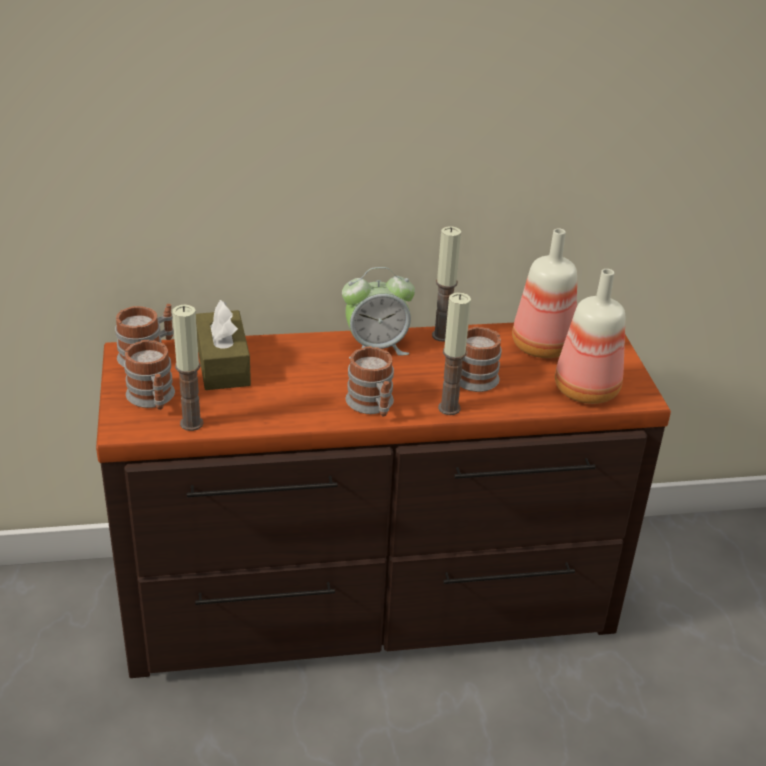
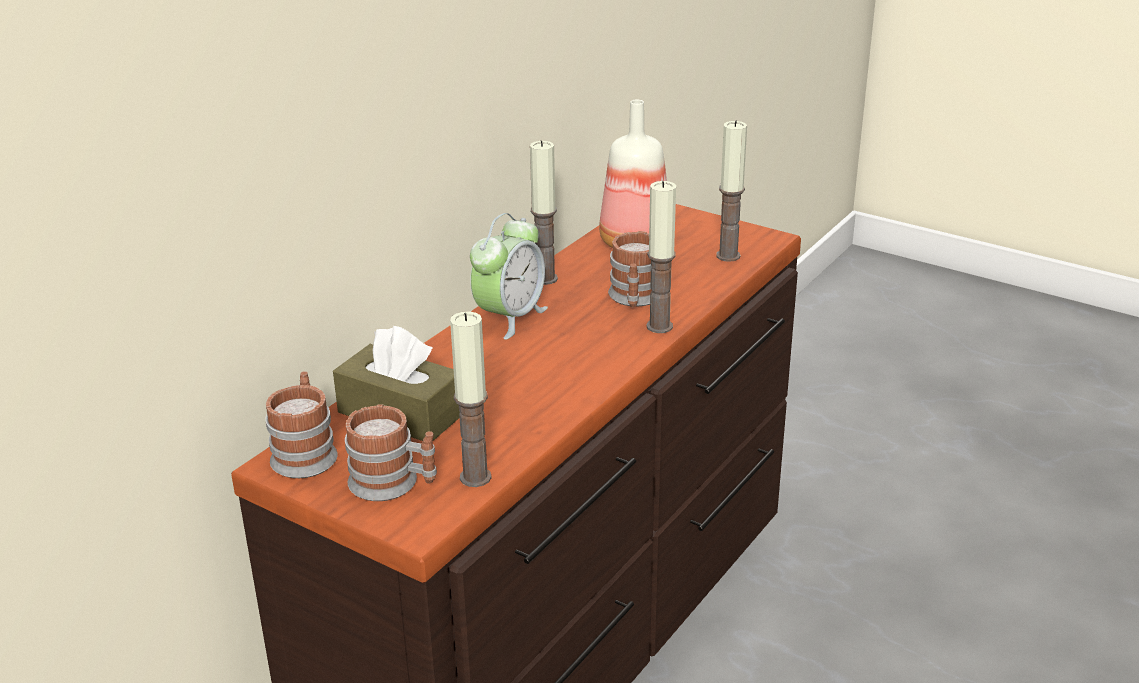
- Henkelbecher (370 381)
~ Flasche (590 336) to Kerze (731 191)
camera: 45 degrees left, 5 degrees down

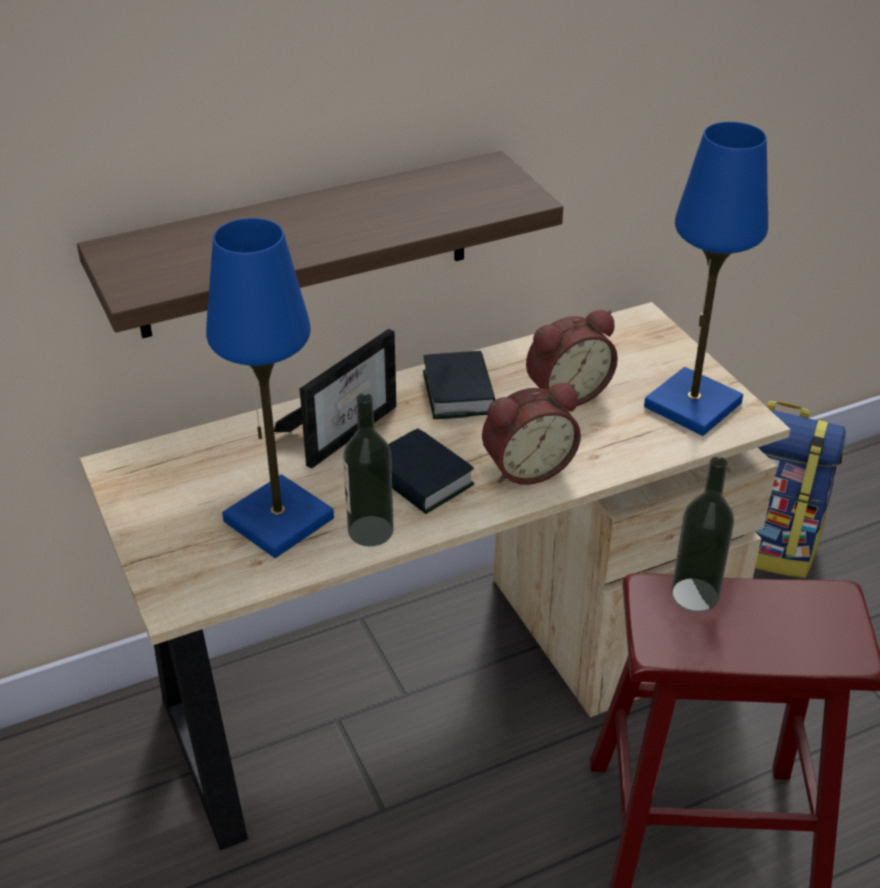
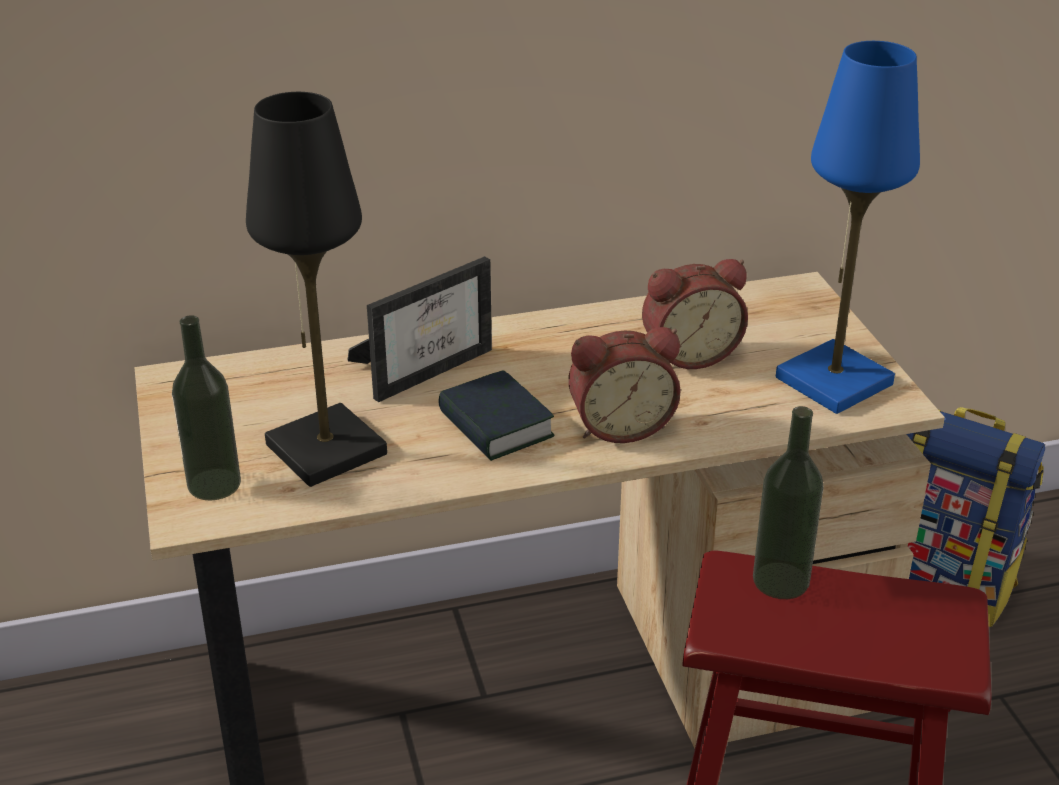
- Wandregal (320 244)
~ Tischlampe/blau (270 388) to Tischlampe/schwarz (316 289)
~ Flasche (368 469) to (206 408)
- Buch (459 385)
camera: 10 degrees right, 5 degrees down

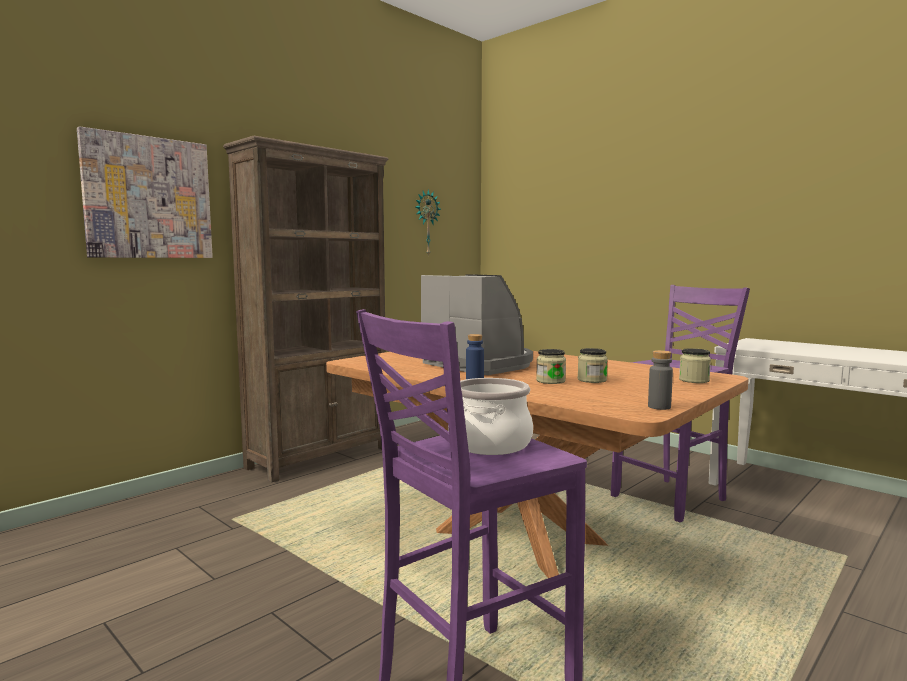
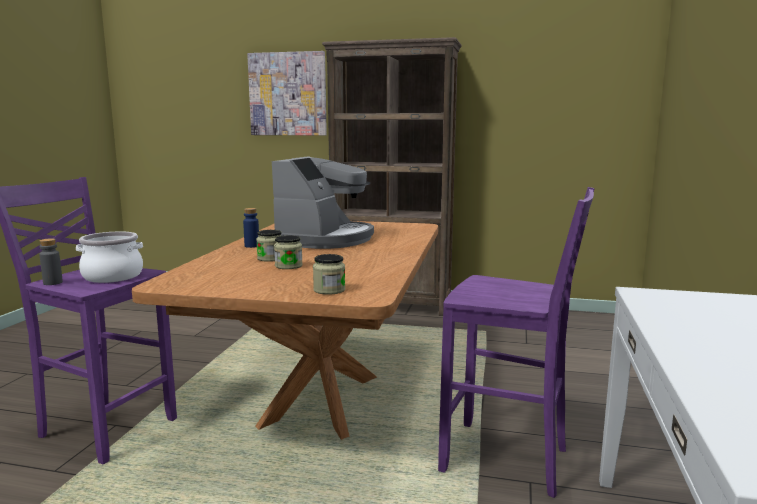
- Wanduhr (428 223)
~ Flasche/grau (660 380) to (51 261)
camera: 60 degrees right, 5 degrees up

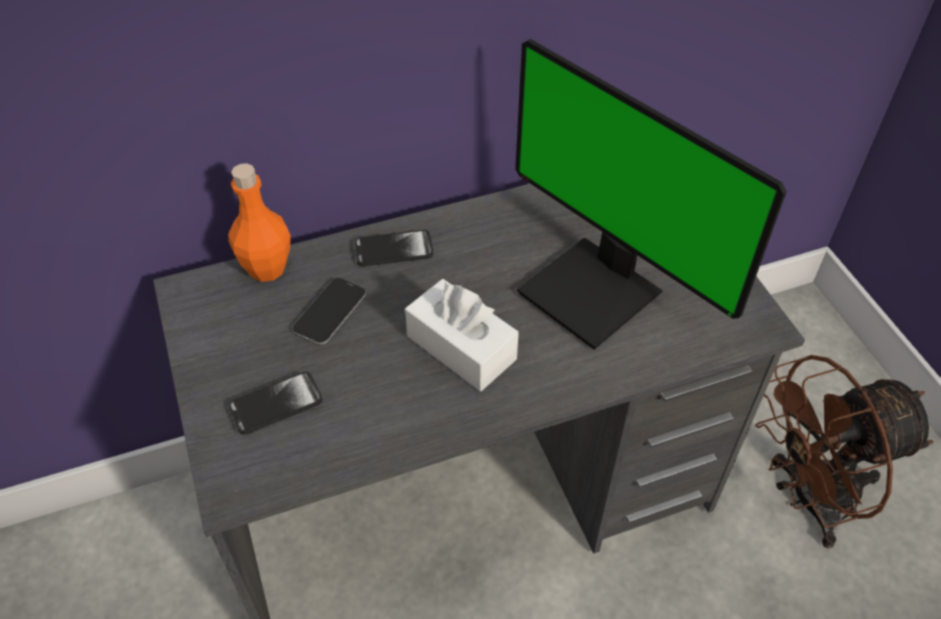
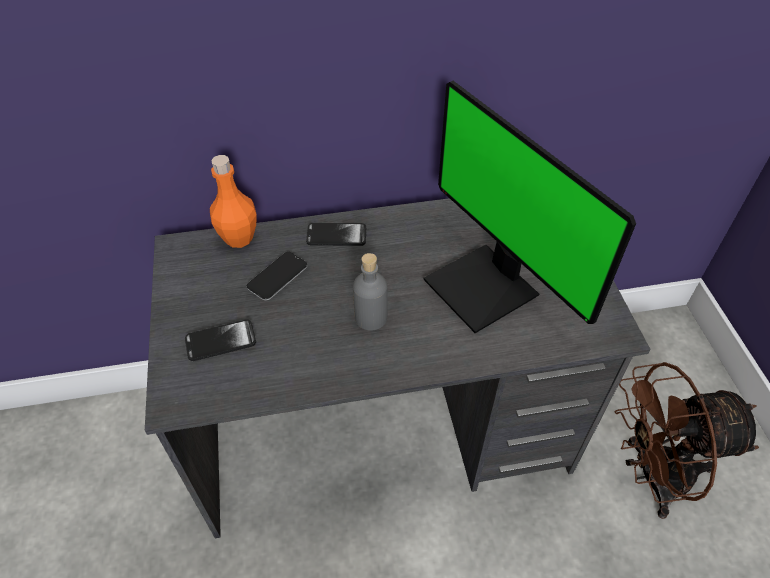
~ Taschentuchbox/weiß (462 335) to Flasche/grau (370 292)
camera: 10 degrees right, 0 degrees up

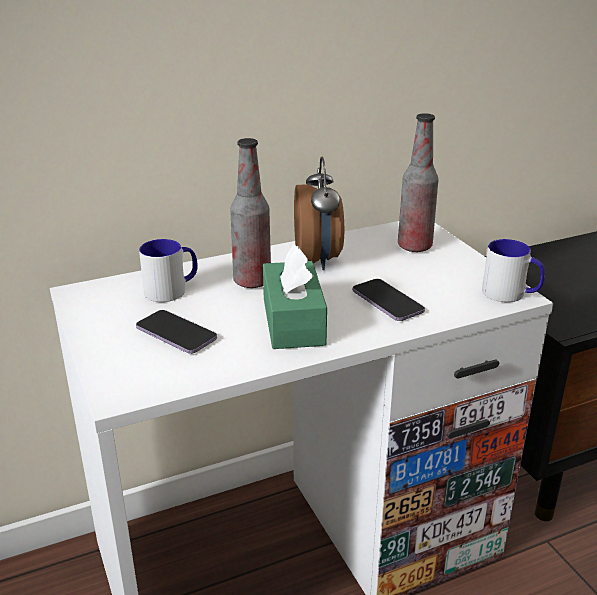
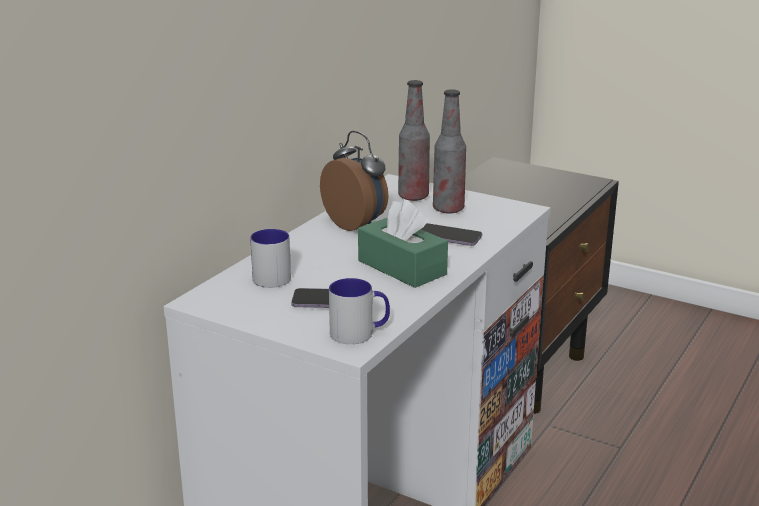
~ Flasche (250 213) to (449 151)
~ Henkelbecher (513 270) to (359 311)
camera: 35 degrees left, 5 degrees down

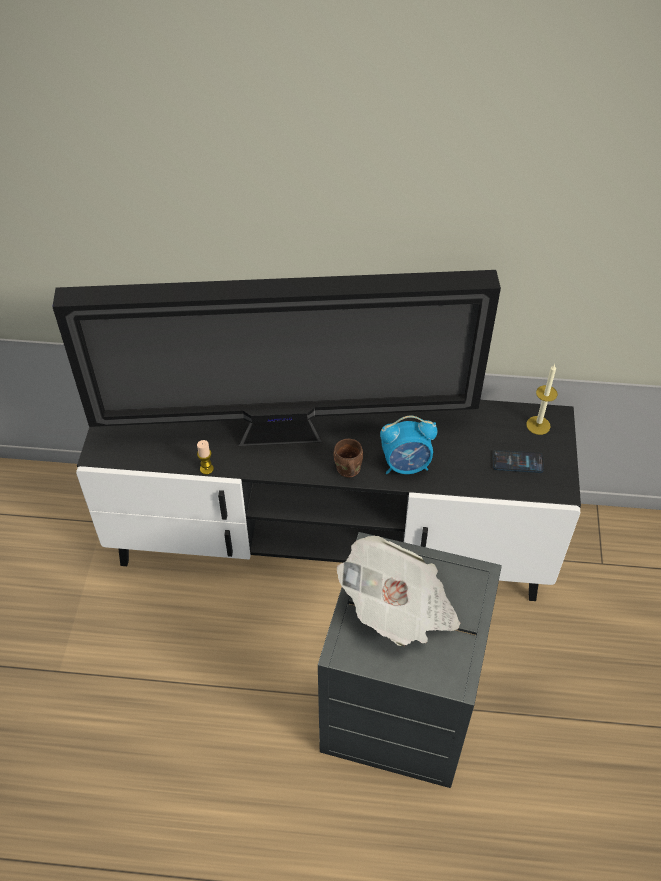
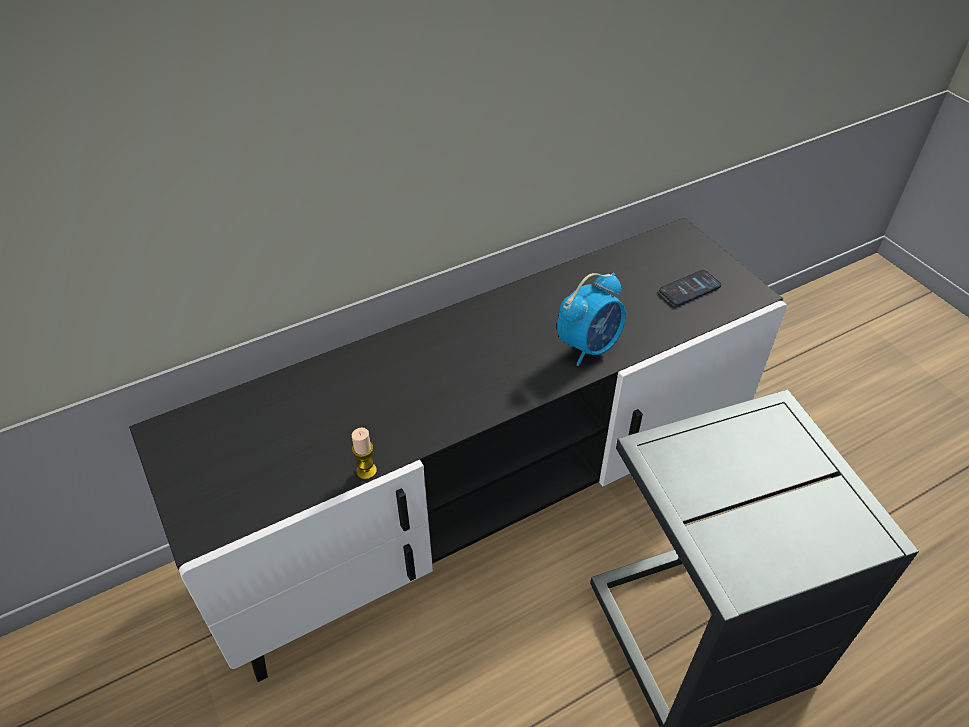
- Fernseher (276 358)
- Henkelbecher/braun (348 458)
- Zeitung (398 591)
- Kerze (542 399)
camera: 35 degrees left, 5 degrees down

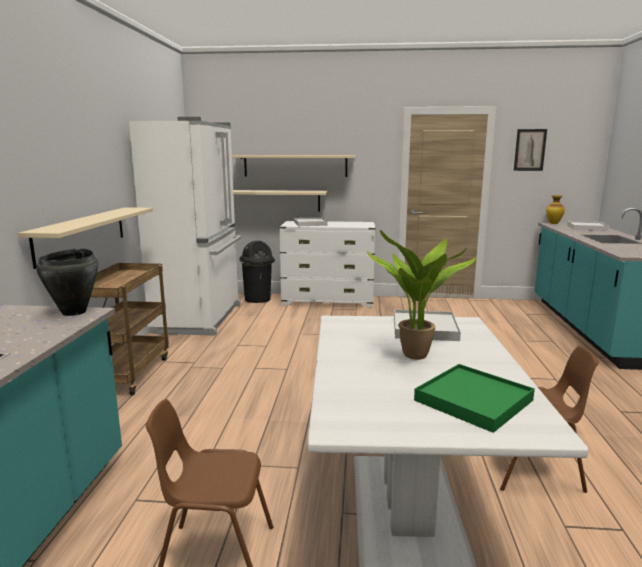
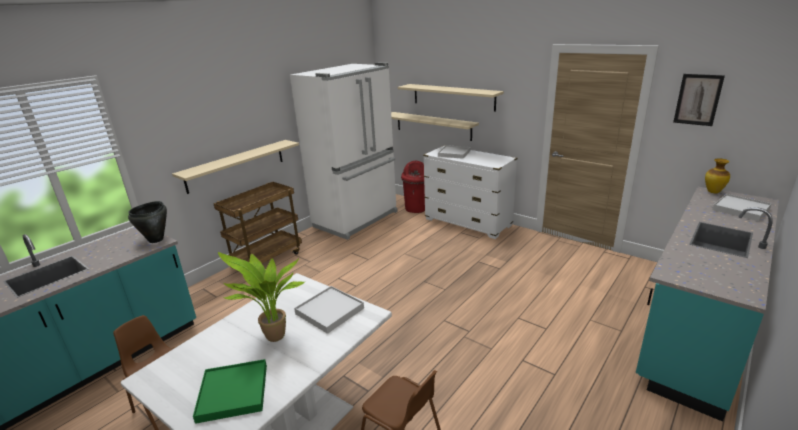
~ Mülleimer/schwarz (257 271) to Mülleimer/rot (413 187)
camera: 35 degrees right, 10 degrees up

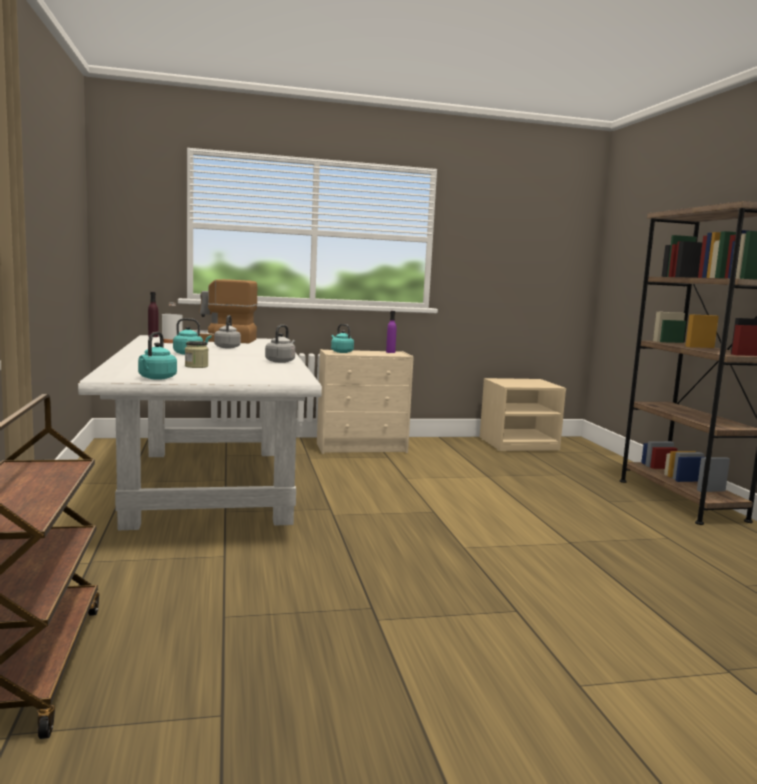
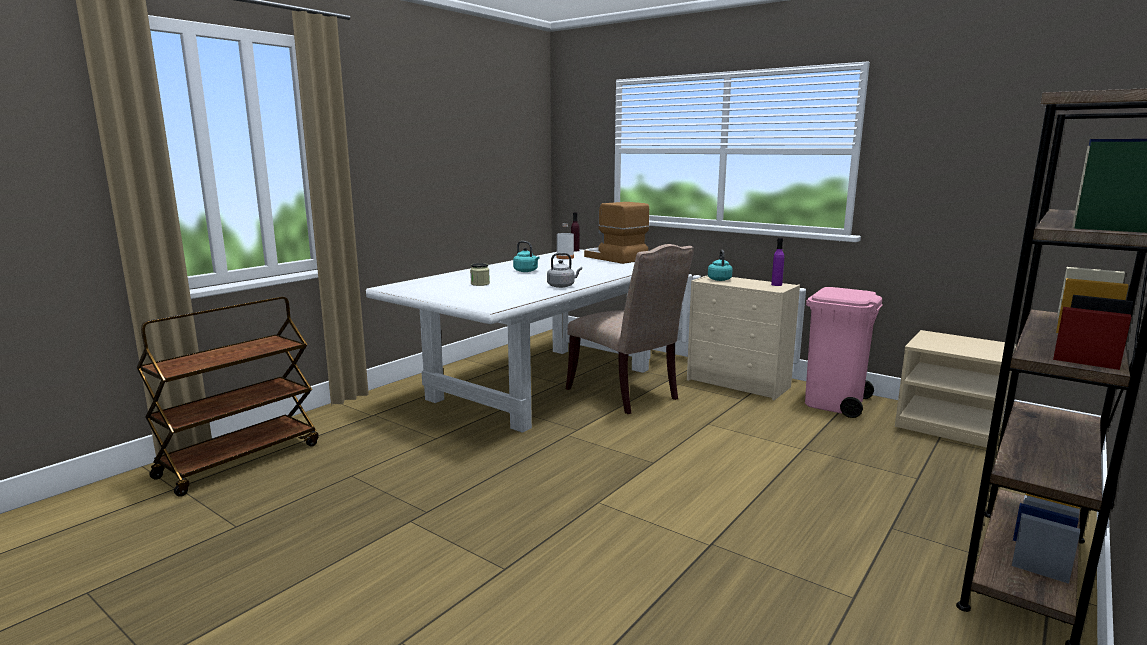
- Wasserkessel/türkis (157 356)
- Wasserkessel/grau (227 331)
+ Stuhl/beige (630 329)
+ Mülleimer/rosa (844 352)
camera: 50 degrees right, 5 degrees up

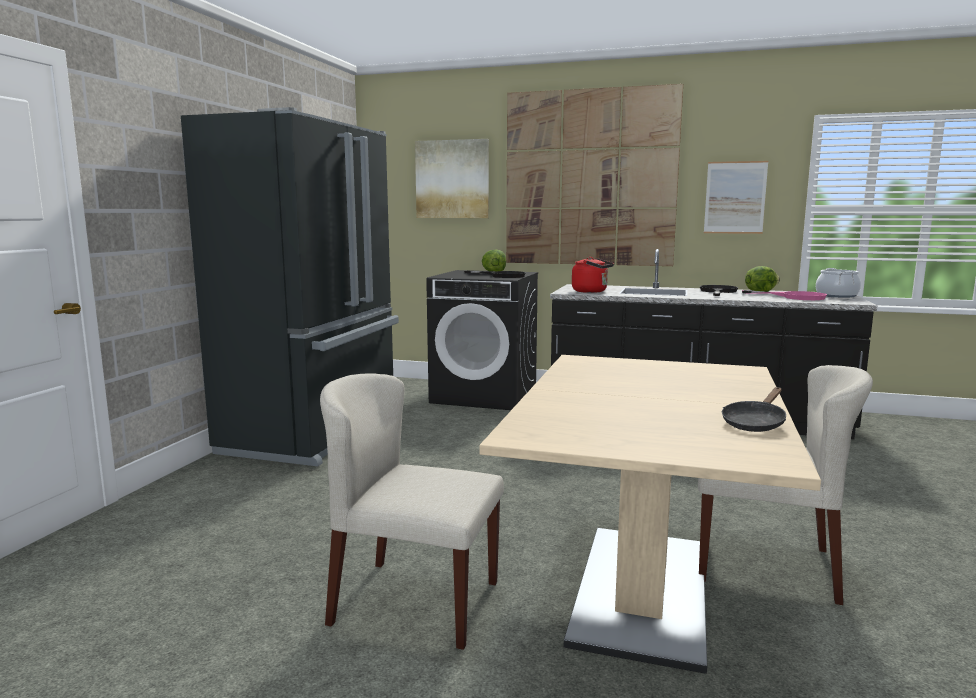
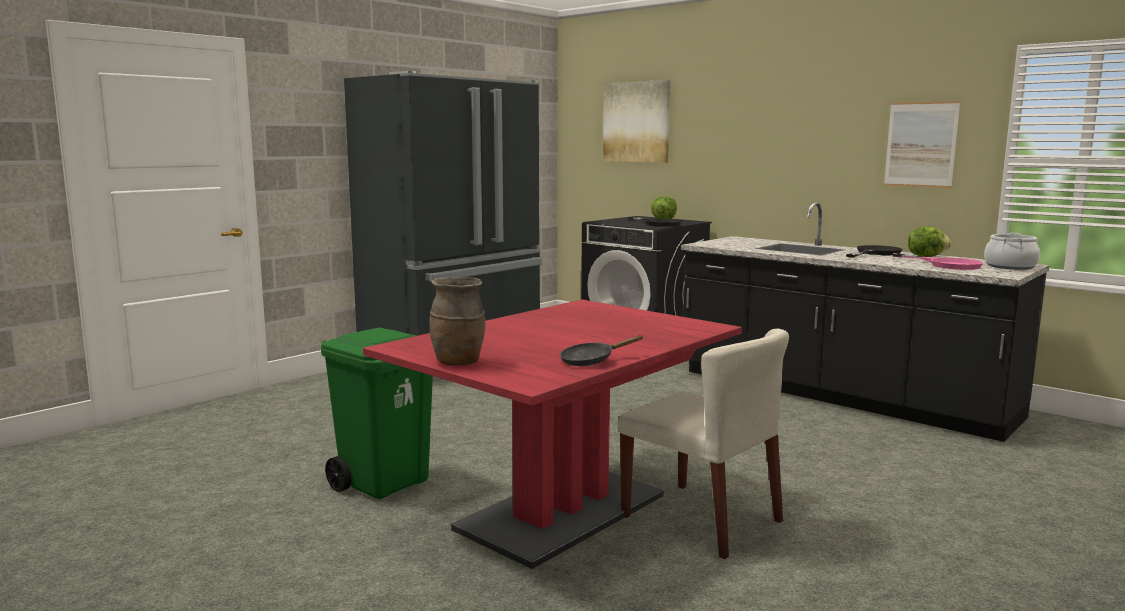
~ Stuhl/beige (412 511) to Mülleimer/grün (377 413)
~ Esstisch/beige (650 514) to Esstisch/rot (552 434)
- Bild (594 175)
- Wasserkessel/rot (593 275)
+ Vase/braun (457 321)
camera: 25 degrees right, 0 degrees up

